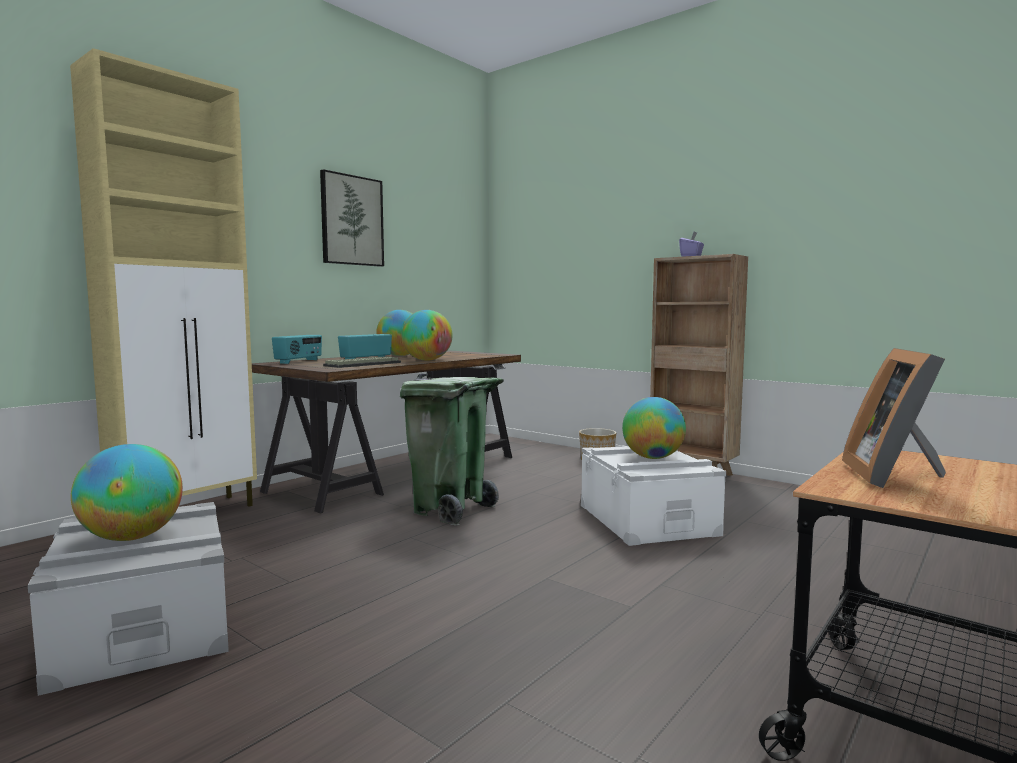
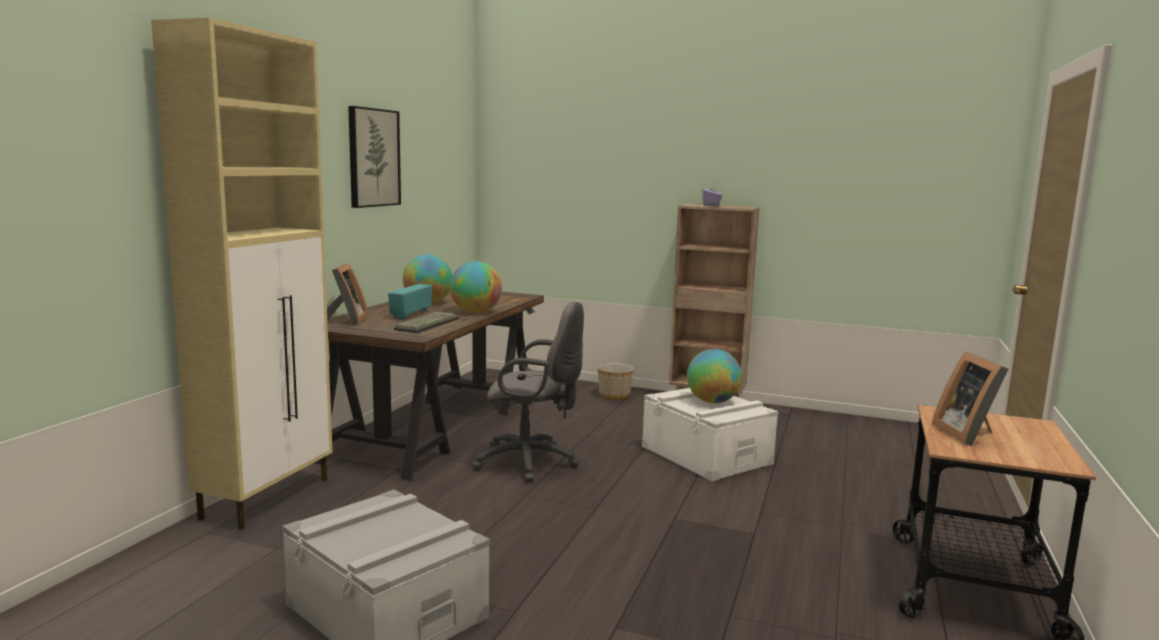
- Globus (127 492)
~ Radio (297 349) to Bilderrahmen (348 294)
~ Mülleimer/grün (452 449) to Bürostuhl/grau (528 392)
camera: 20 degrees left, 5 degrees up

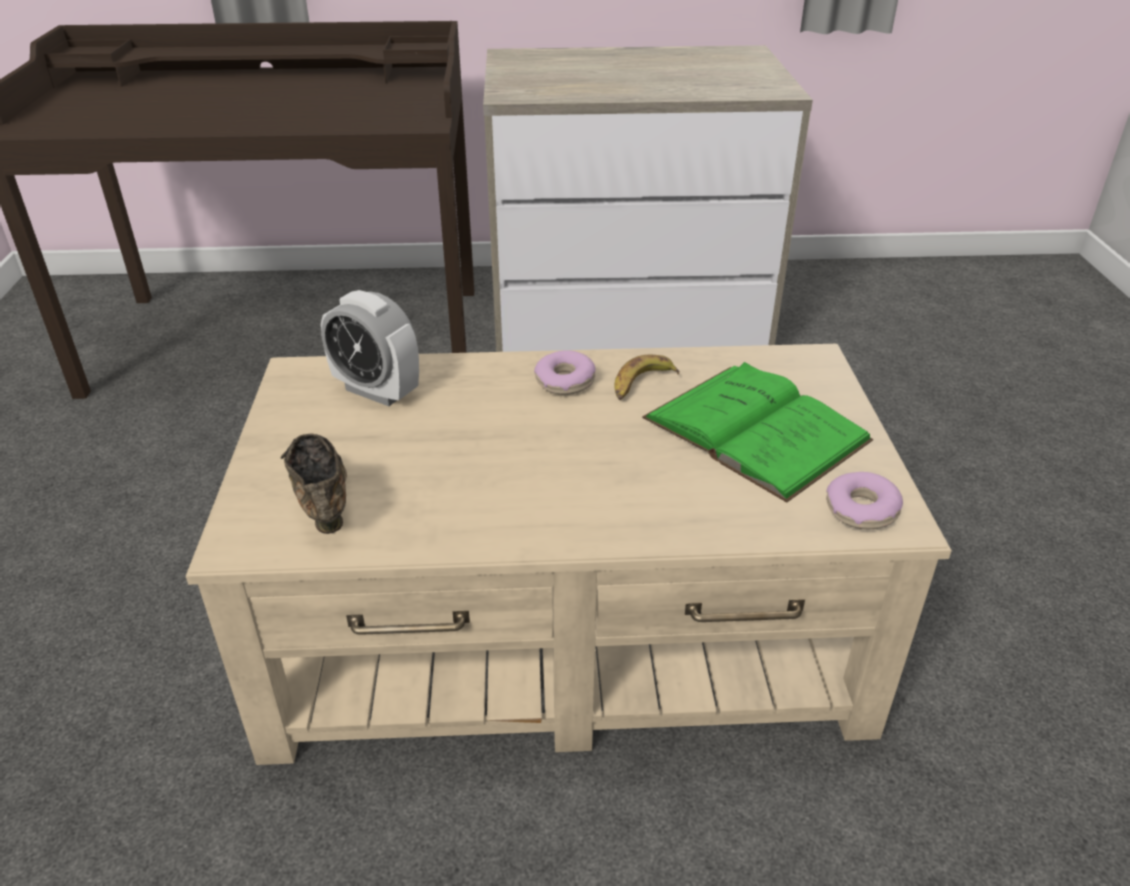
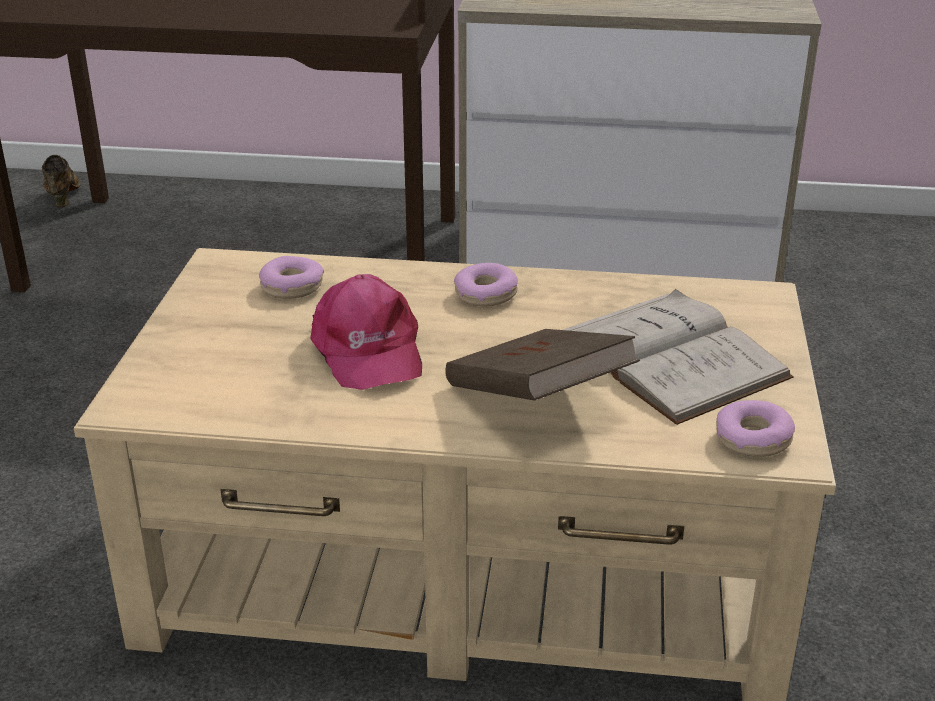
~ Schuh/braun (314 483) to (61 181)
~ Wecker (370 348) to Donut (291 277)
- Banane (646 377)
~ Buch/grün (757 432) to Buch/weiß (678 357)
+ Kappe/rosa (366 332)
+ Buch/braun (542 365)
camera: 10 degrees right, 5 degrees down

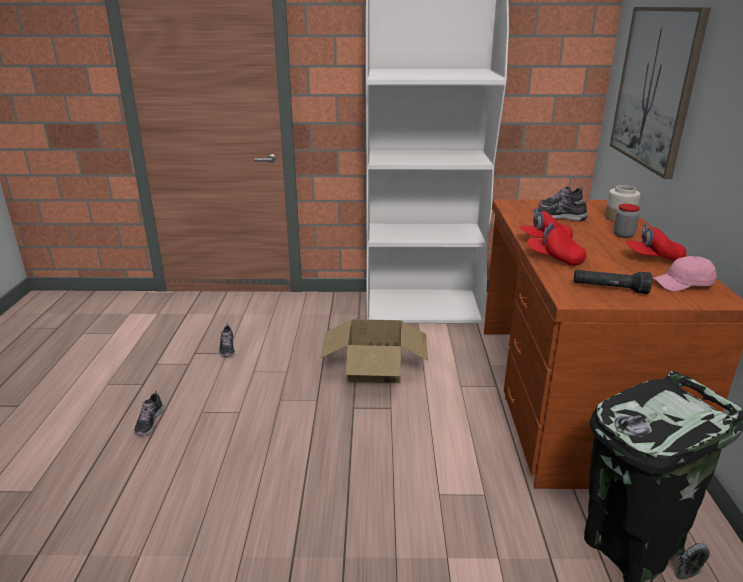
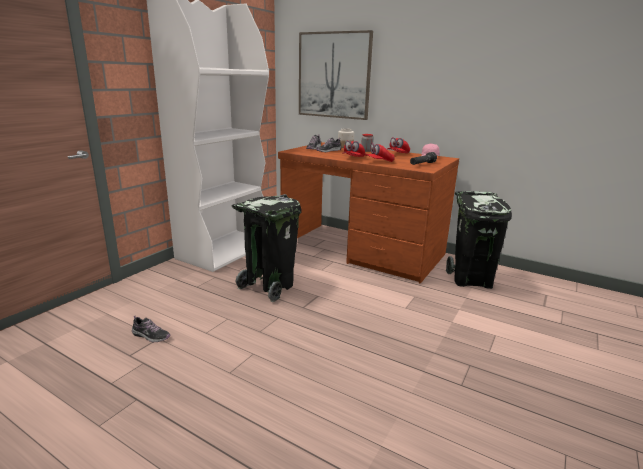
- Schuh (148 413)
~ Karton (374 351) to Mülleimer/schwarz (267 248)
camera: 60 degrees left, 5 degrees down

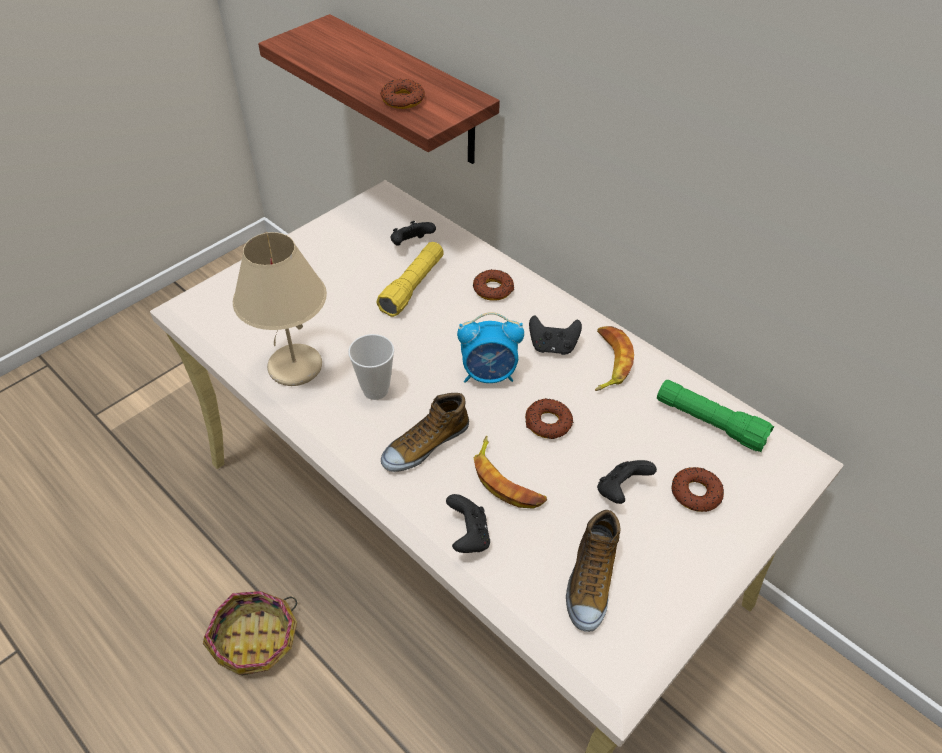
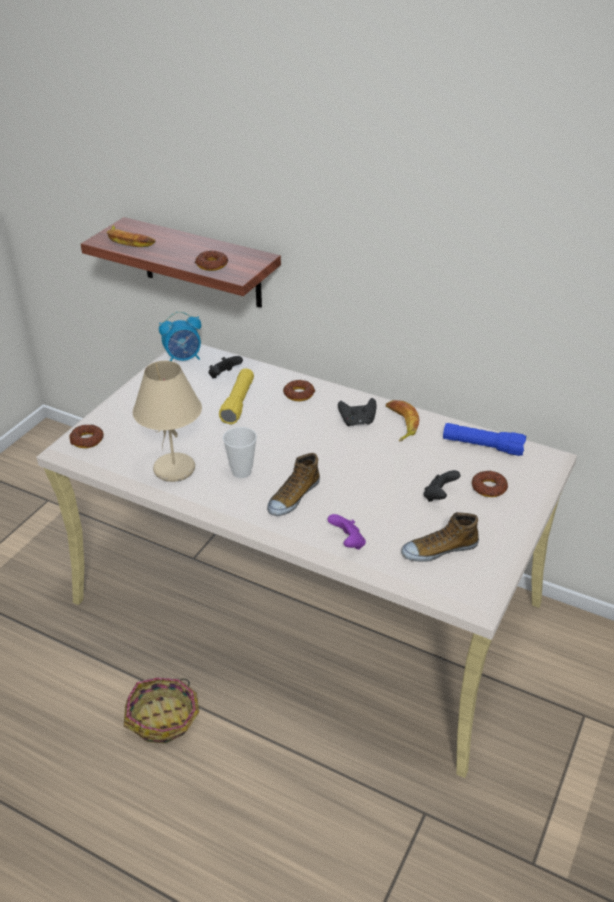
~ Gamepad/schwarz (468 523) to Gamepad/lila (346 532)
~ Wecker (490 347) to (180 336)
~ Banane (510 472) to (131 236)
~ Donut (549 418) to (86 436)
~ Schuh (593 571) = (440 537) 75 degrees clockwise
~ Taschenlampe/grün (715 416) to Taschenlampe/blau (485 439)
camera: 15 degrees left, 10 degrees down

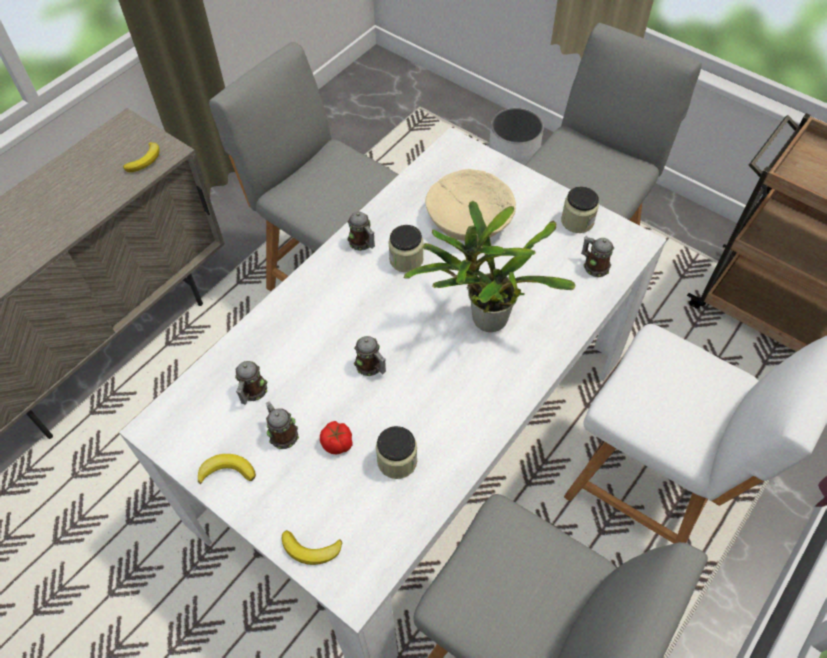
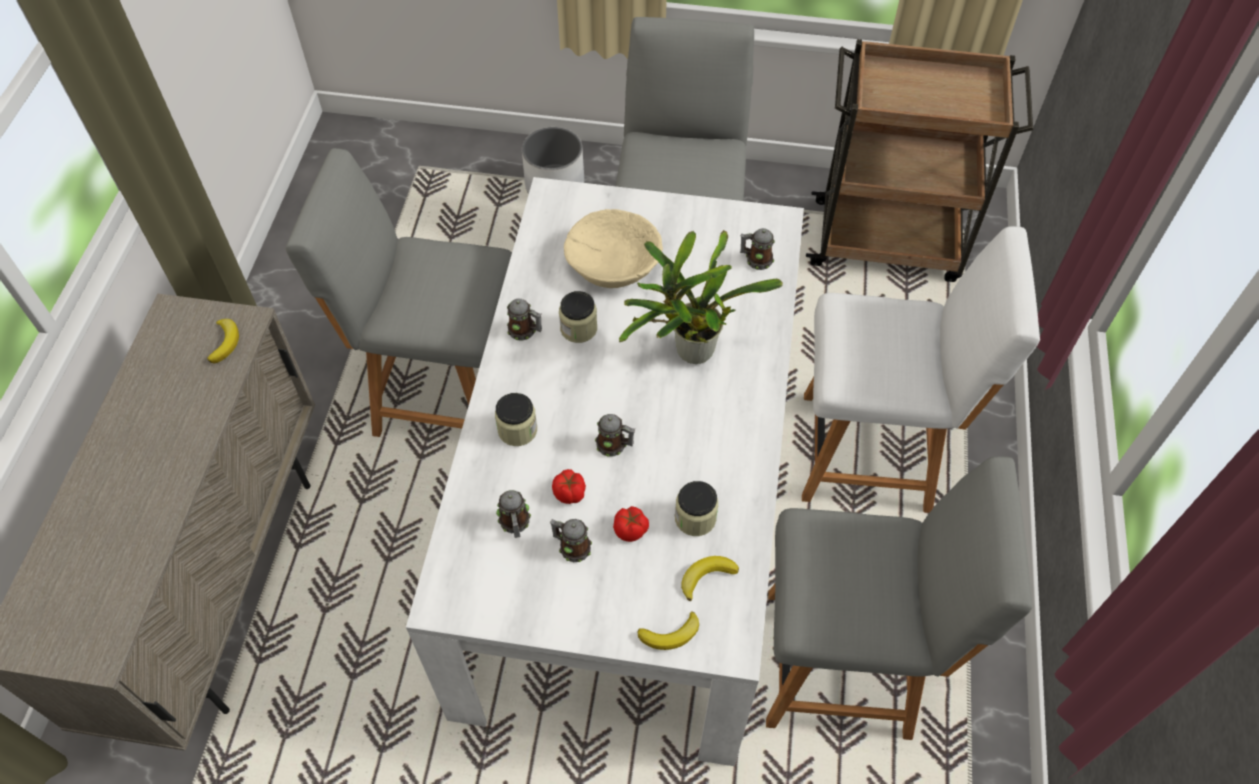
~ Banane (227 469) to (710 578)
~ Vorratsglas (580 209) to (516 419)
+ Tomate (569 486)
camera: 30 degrees left, 0 degrees up

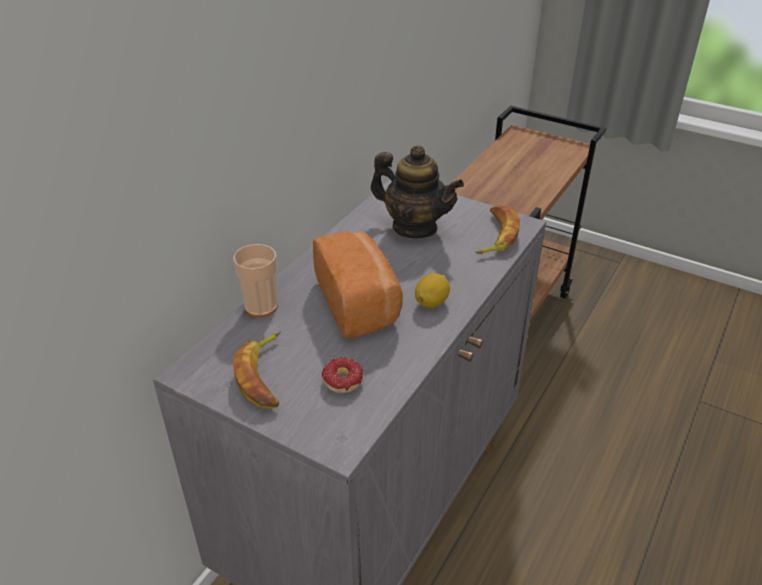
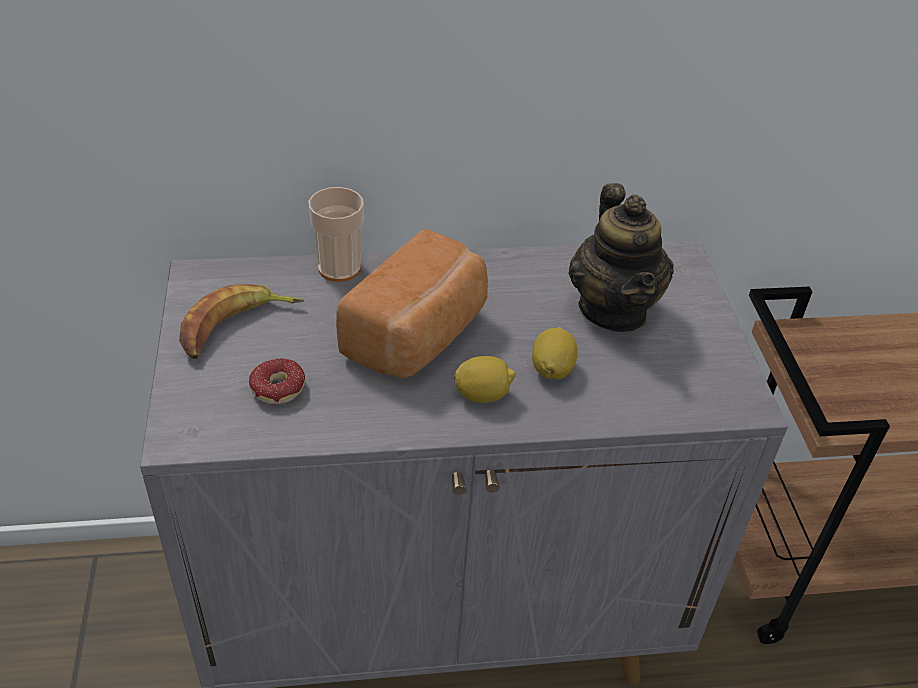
- Banane (497 229)
+ Zitrone (555 353)
camera: 50 degrees right, 5 degrees up

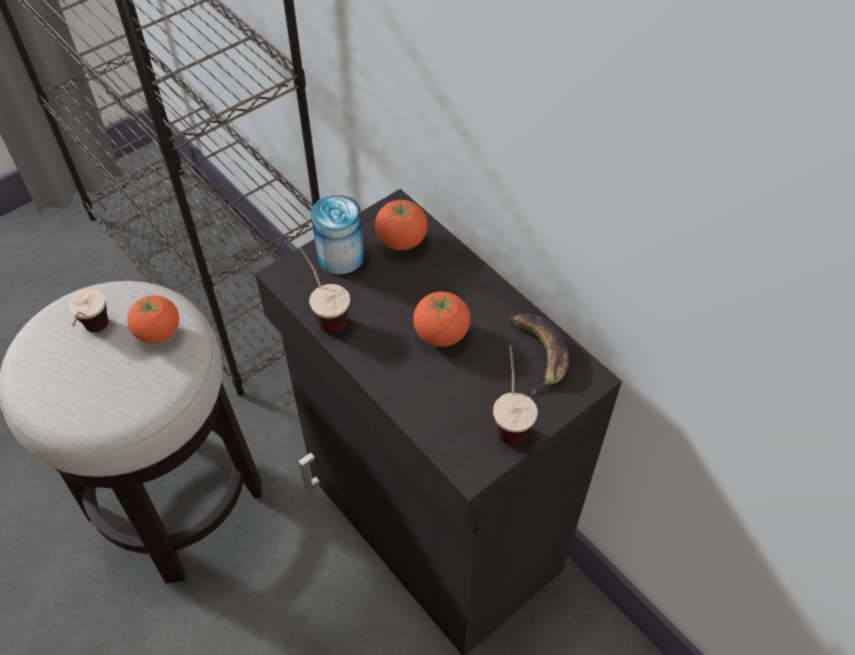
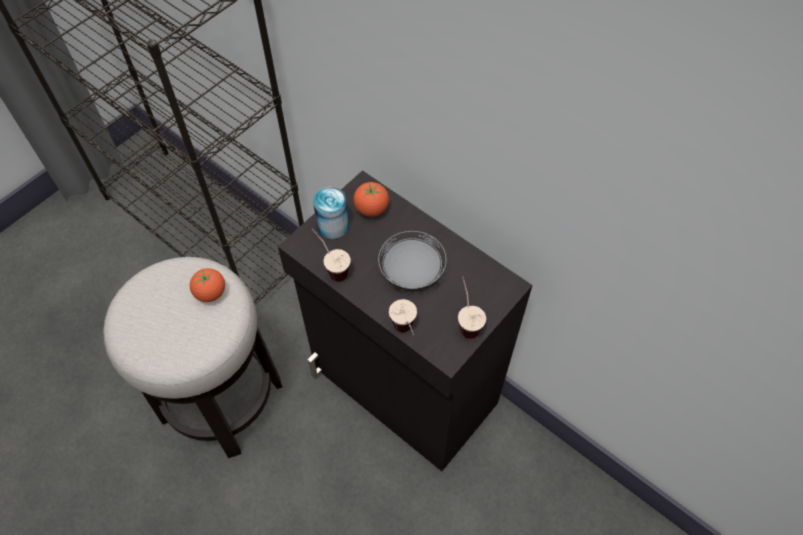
~ Tasse (89 311) to (403 317)
~ Tomate (441 319) to Teller/grau (412 260)
- Banane (539 354)
camera: 10 degrees left, 5 degrees up

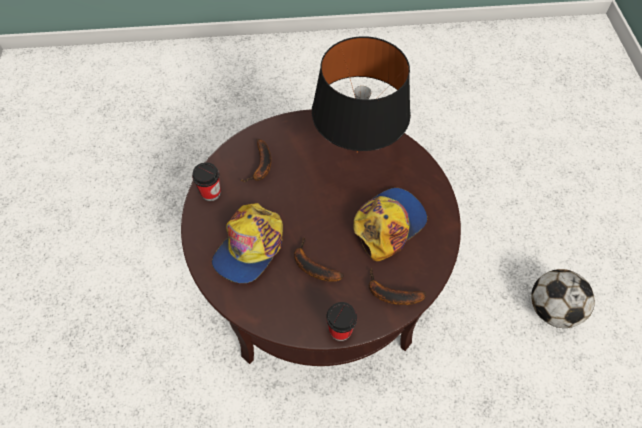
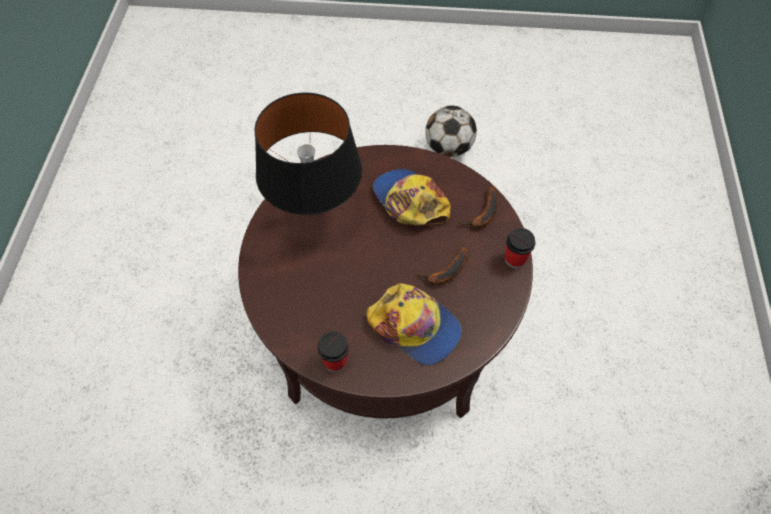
- Banane (256 160)
camera: 80 degrees left, 0 degrees up

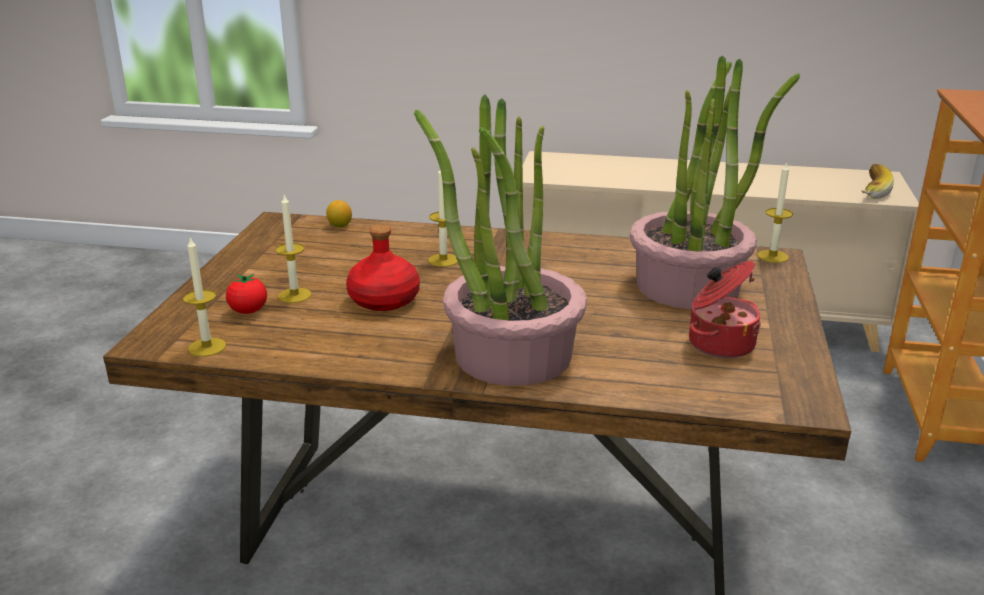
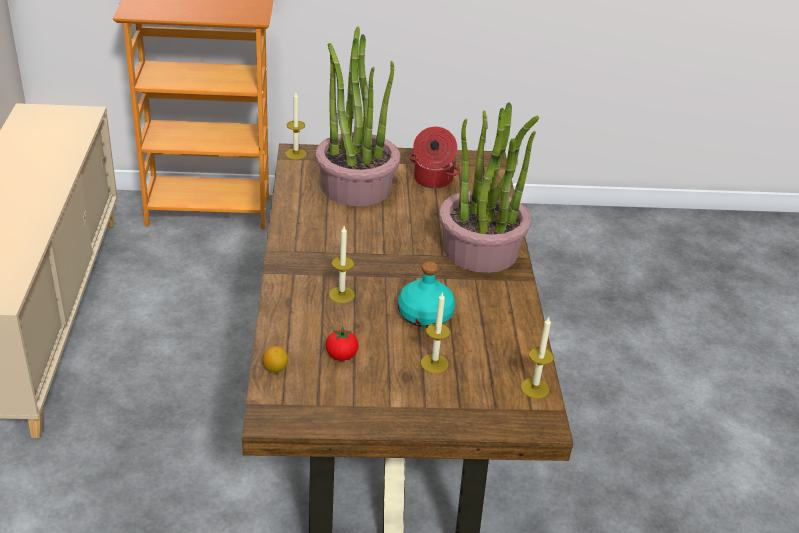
~ Tomate (246 294) to (342 344)
~ Flasche/rot (383 268) to Flasche/türkis (426 294)
- Banane (877 181)
camera: 105 degrees left, 10 degrees up

